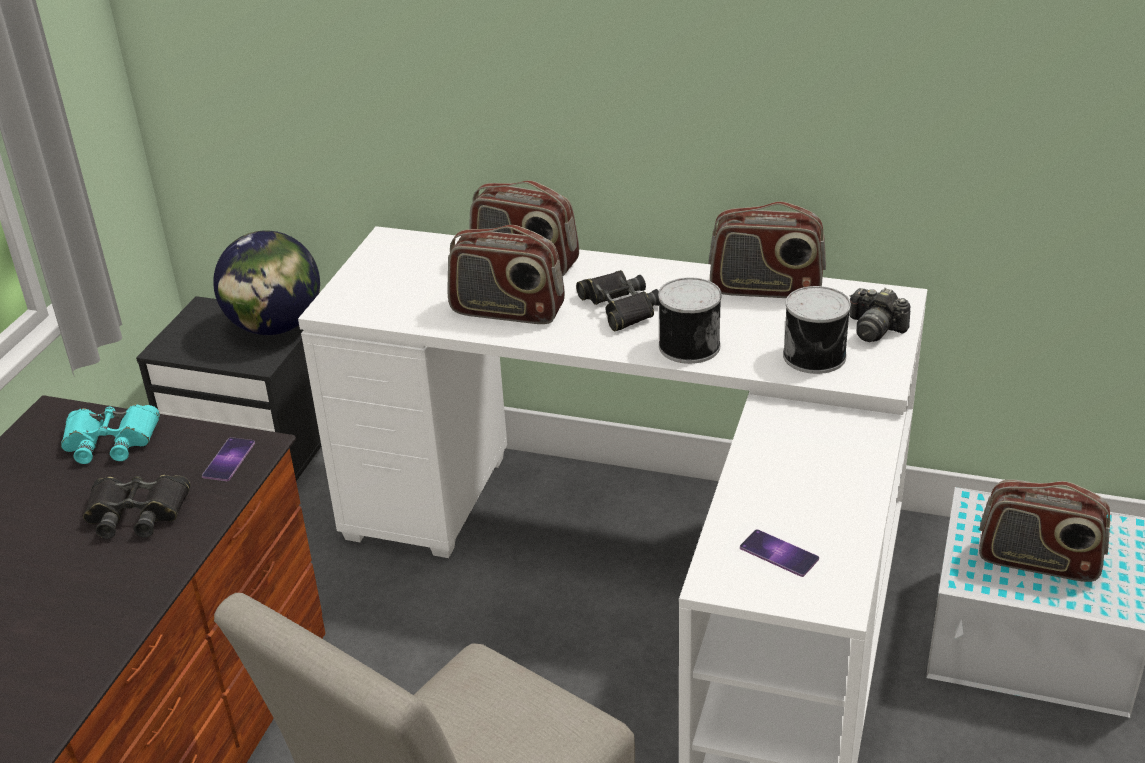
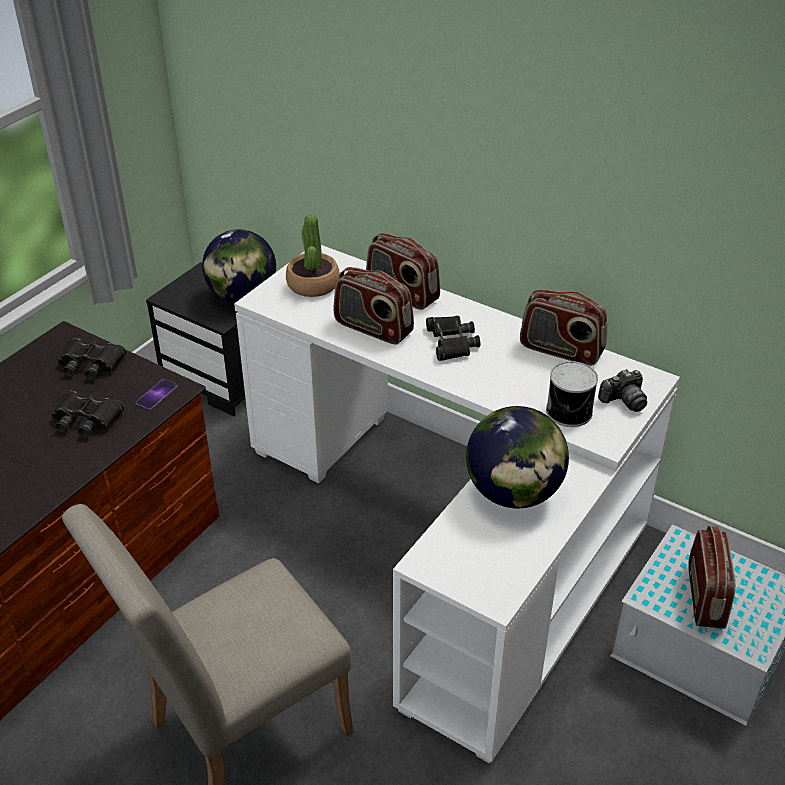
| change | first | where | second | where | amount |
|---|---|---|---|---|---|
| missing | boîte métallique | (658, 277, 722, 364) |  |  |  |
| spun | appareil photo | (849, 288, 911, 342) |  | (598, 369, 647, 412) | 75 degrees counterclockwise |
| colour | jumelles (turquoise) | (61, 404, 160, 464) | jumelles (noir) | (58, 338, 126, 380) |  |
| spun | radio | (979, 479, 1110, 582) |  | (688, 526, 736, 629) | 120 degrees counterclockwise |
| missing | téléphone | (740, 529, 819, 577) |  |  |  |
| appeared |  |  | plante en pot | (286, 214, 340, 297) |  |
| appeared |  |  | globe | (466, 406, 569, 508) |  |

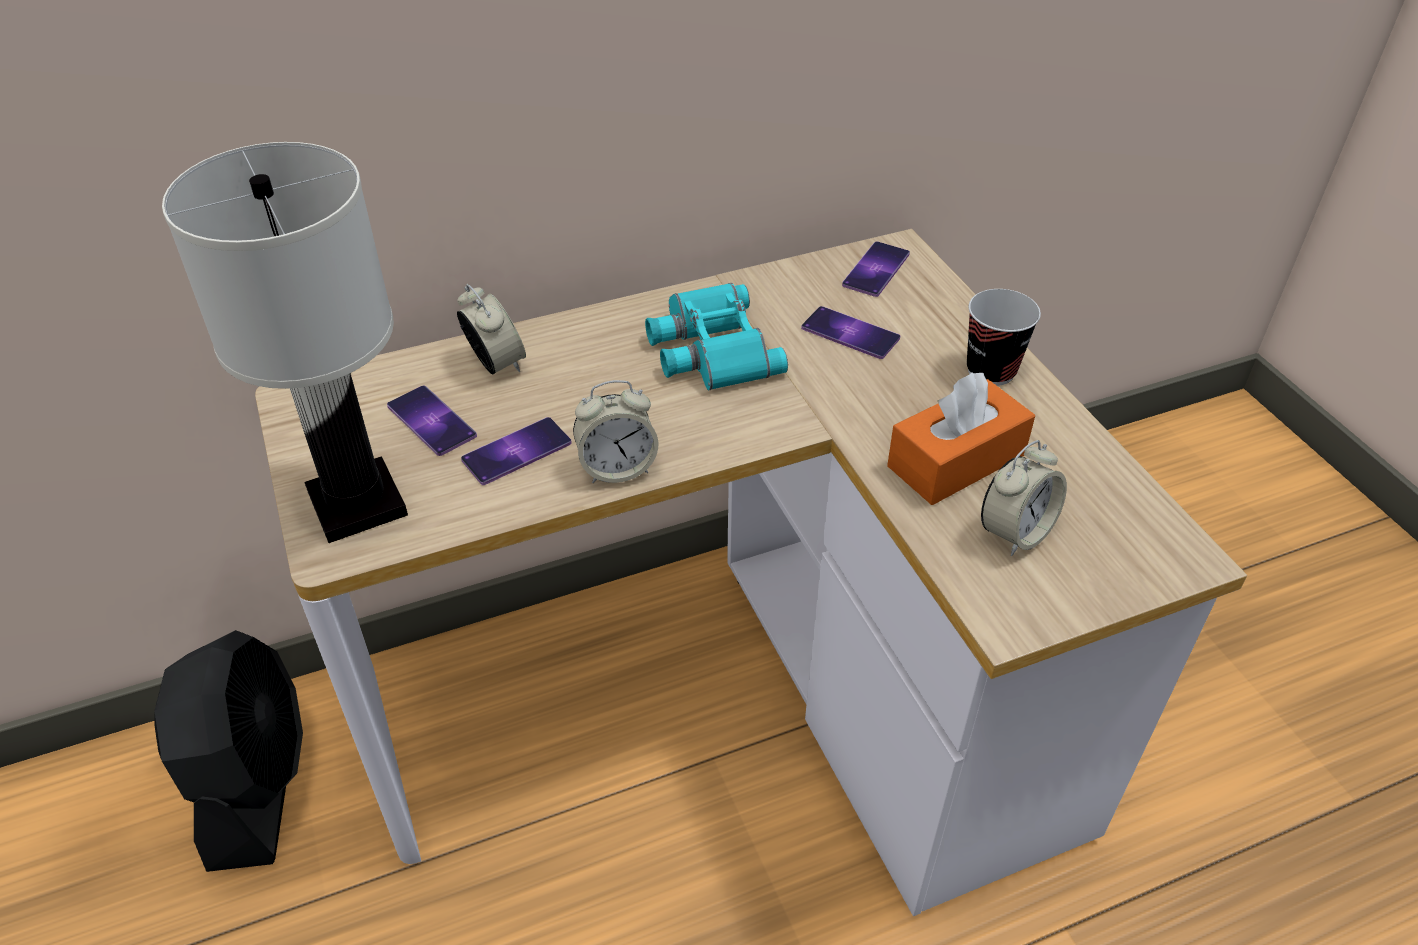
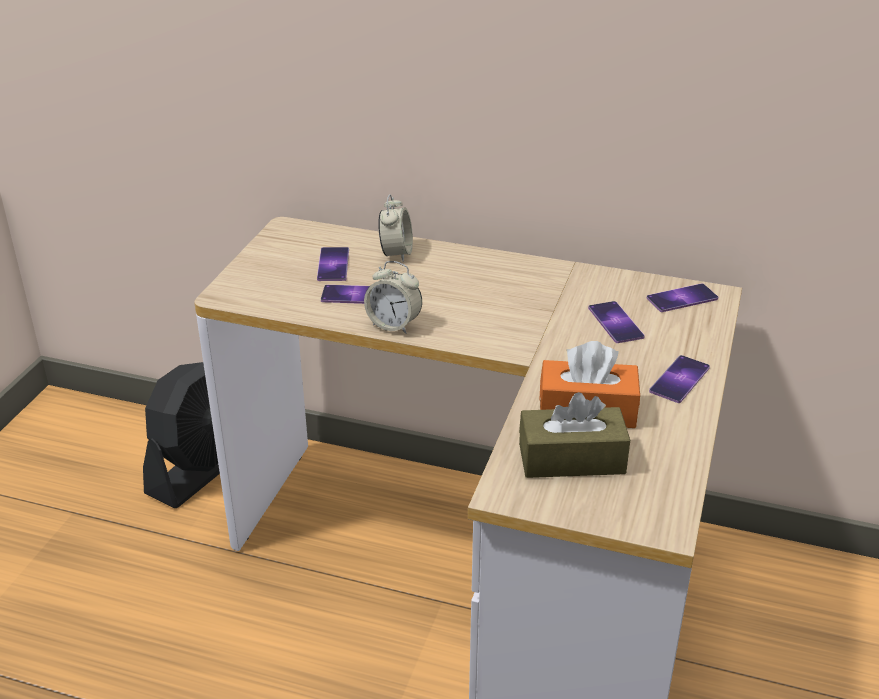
| change | first | where | second | where | amount |
|---|---|---|---|---|---|
| missing | lampe de table (blanc) | (162, 142, 408, 543) |  |  |  |
| missing | jumelles (turquoise) | (645, 283, 788, 390) |  |  |  |
| exchanged | tasse | (967, 289, 1041, 386) | téléphone | (649, 355, 710, 403) |  |
| exchanged | réveil | (981, 440, 1067, 556) | boîte à mouchoirs (marron) | (519, 392, 630, 478) |  |

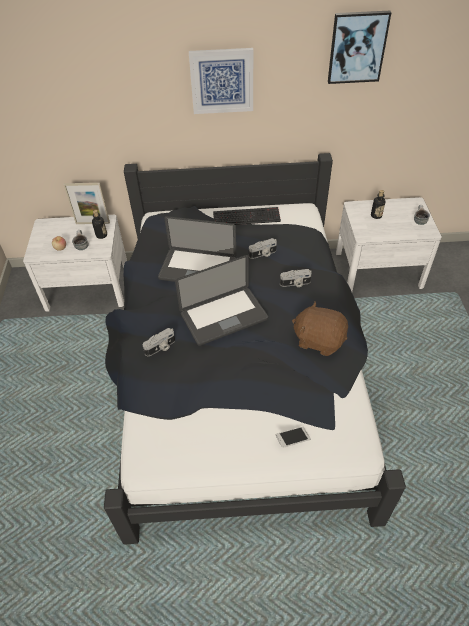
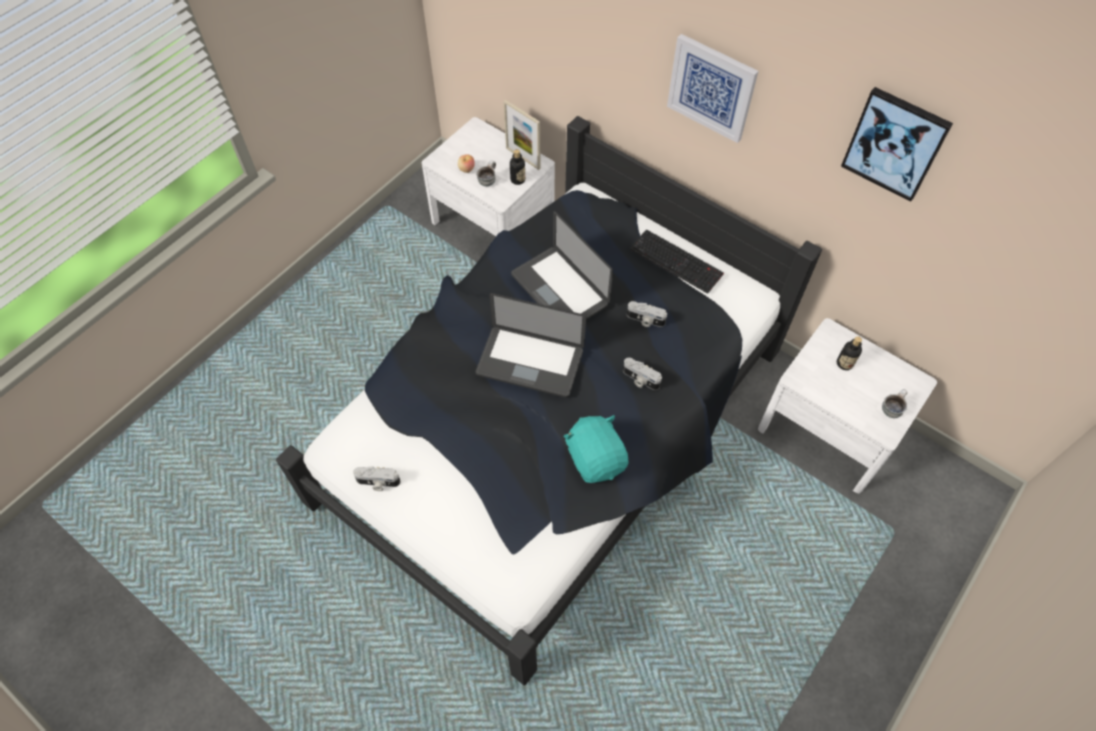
| change | first | where | second | where | amount |
|---|---|---|---|---|---|
| colour | peluche (marron) | (292, 302, 348, 356) | peluche (turquoise) | (563, 415, 628, 483) |  |
| relocated | appareil photo | (143, 328, 175, 356) |  | (353, 466, 401, 491) |  |
| missing | téléphone | (275, 427, 311, 448) |  |  |  |

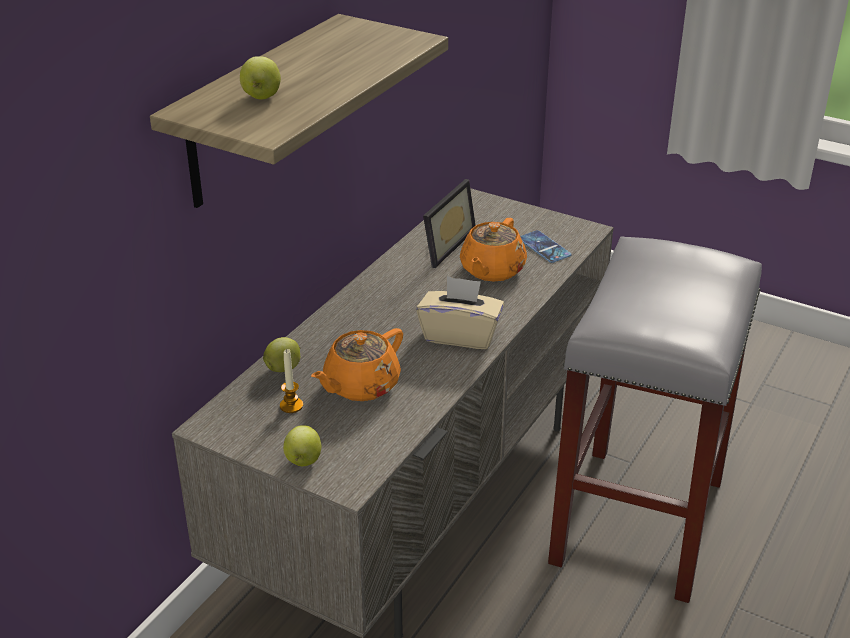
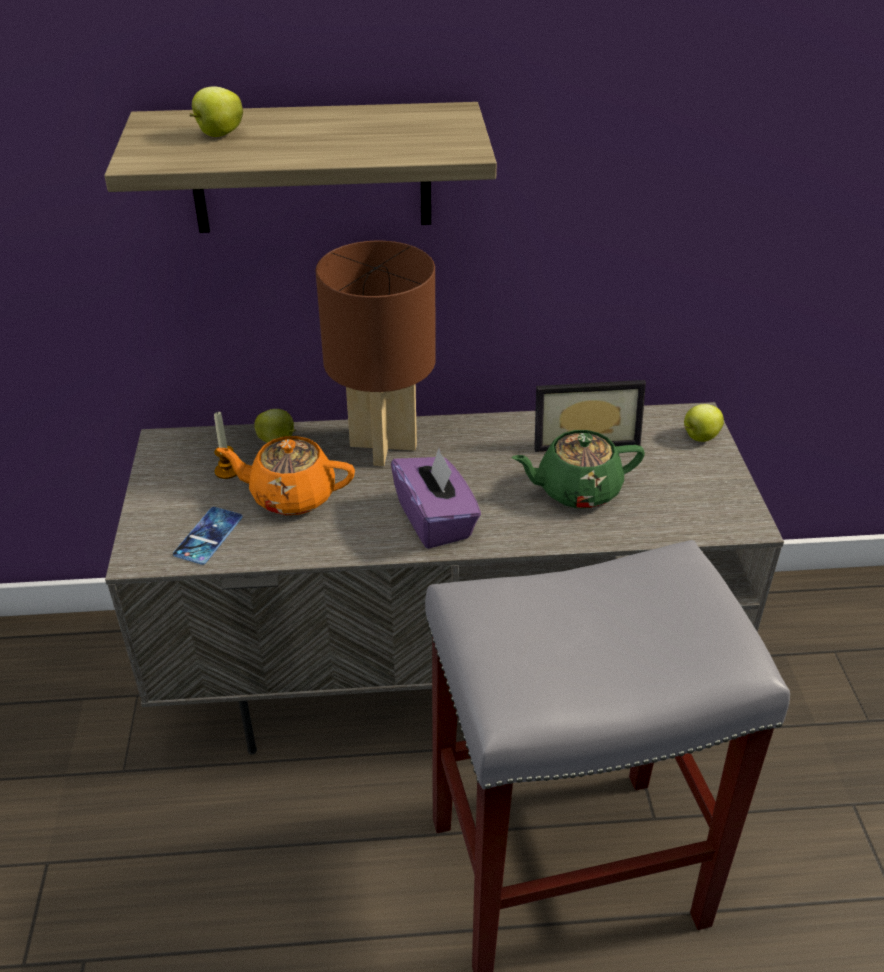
| change | first | where | second | where | amount |
|---|---|---|---|---|---|
| colour | théière (orange) | (460, 218, 527, 282) | théière (vert) | (512, 430, 645, 508) |  |
| relocated | téléphone | (520, 230, 571, 263) |  | (173, 507, 243, 565) |  |
| colour | boîte à mouchoirs (beige) | (416, 276, 504, 349) | boîte à mouchoirs (violet) | (391, 448, 481, 549) |  |
| relocated | pomme | (283, 425, 321, 466) |  | (684, 404, 724, 442) |  |
| appeared |  |  | lampe de table (marron) | (315, 241, 436, 466) |  |

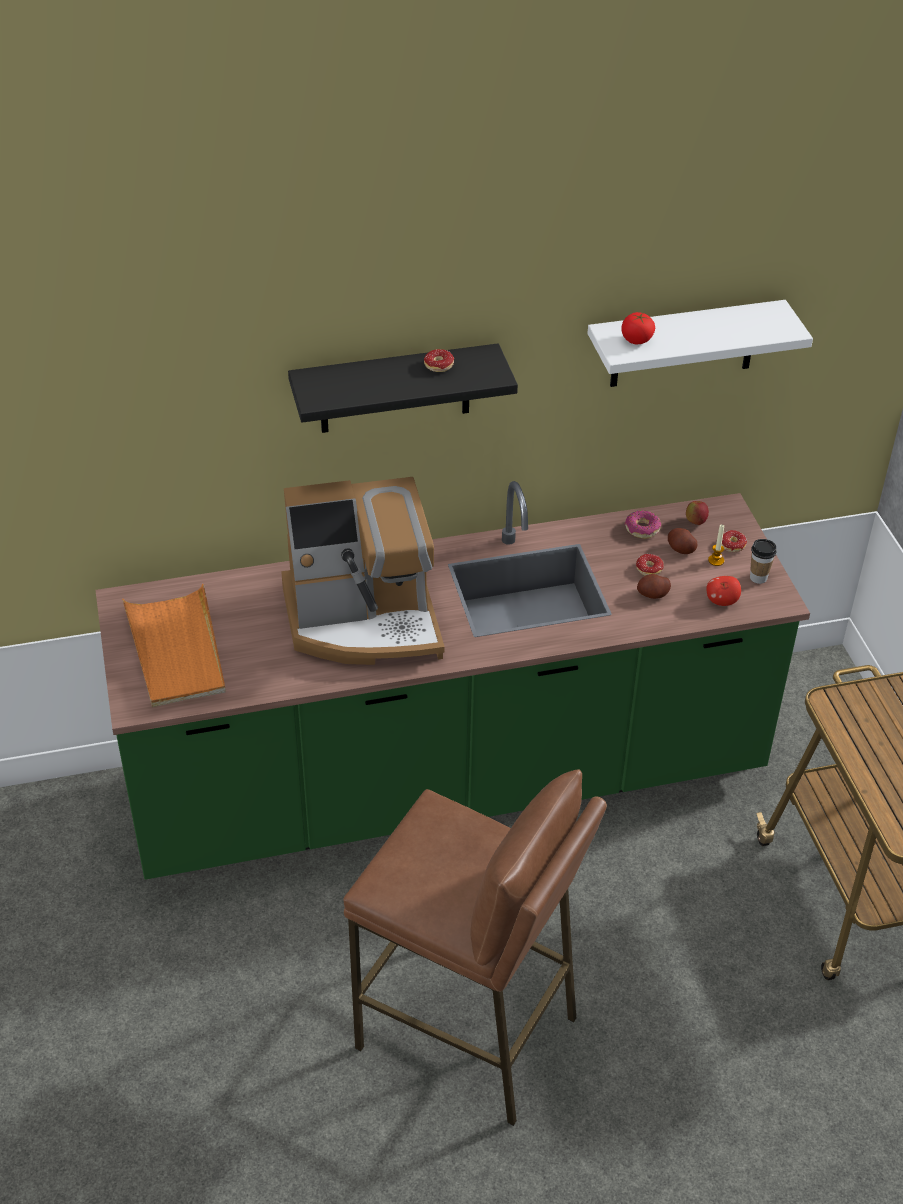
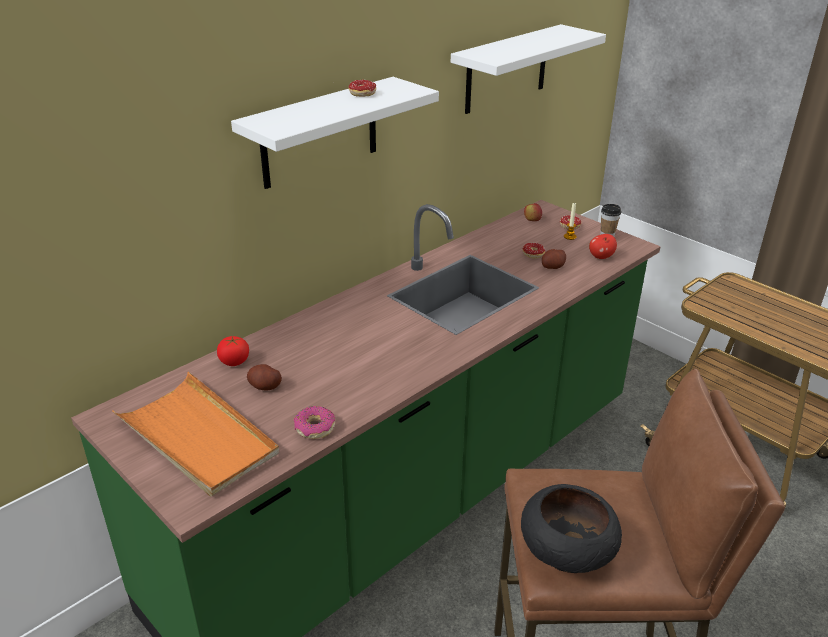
| change | first | where | second | where | amount |
|---|---|---|---|---|---|
| relocated | tomate | (621, 312, 655, 345) |  | (217, 336, 249, 366) |  |
| colour | étagère (noir) | (288, 343, 518, 433) | étagère (blanc) | (231, 77, 439, 189) |  |
| missing | machine à café | (281, 477, 445, 665) |  |  |  |
| relocated | beignet | (625, 510, 661, 539) |  | (294, 406, 335, 439) |  |
| relocated | pomme de terre | (668, 528, 697, 554) |  | (247, 364, 282, 390) |  |
| appeared |  |  | bol (noir) | (521, 484, 622, 573) |  |

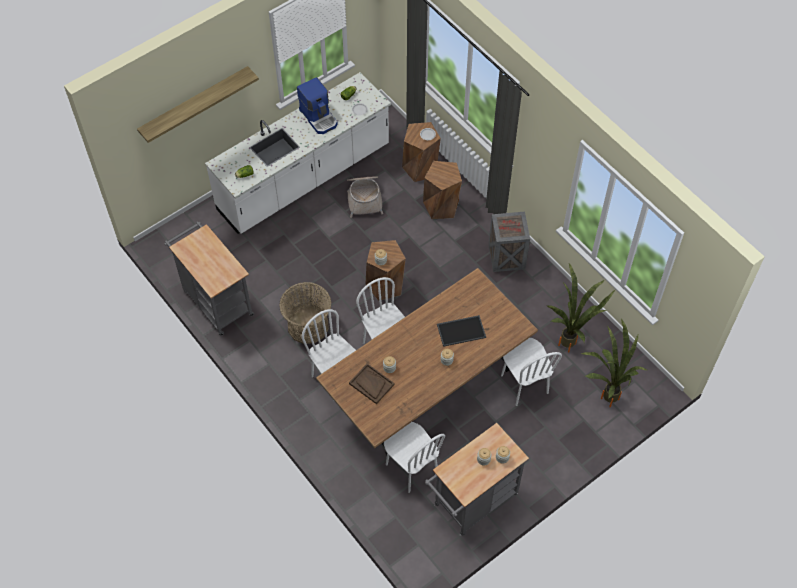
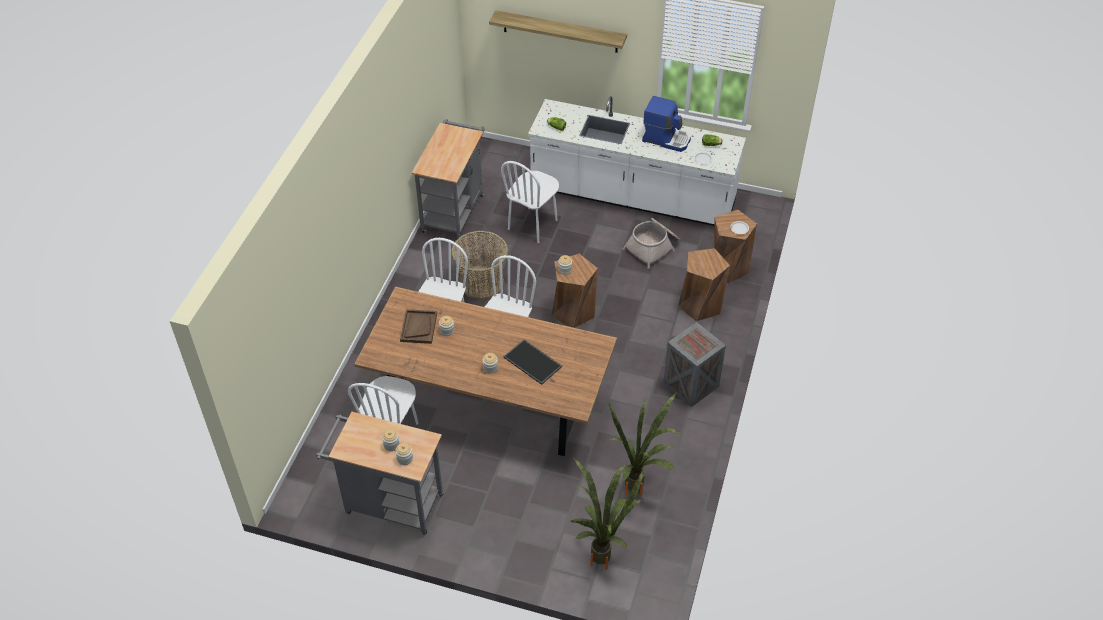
| change | first | where | second | where | amount |
|---|---|---|---|---|---|
| spun | machine à café | (297, 77, 338, 134) |  | (642, 96, 691, 152) | 90 degrees counterclockwise |
| relocated | chaise (blanc) | (501, 338, 562, 406) |  | (501, 161, 559, 243) |  |

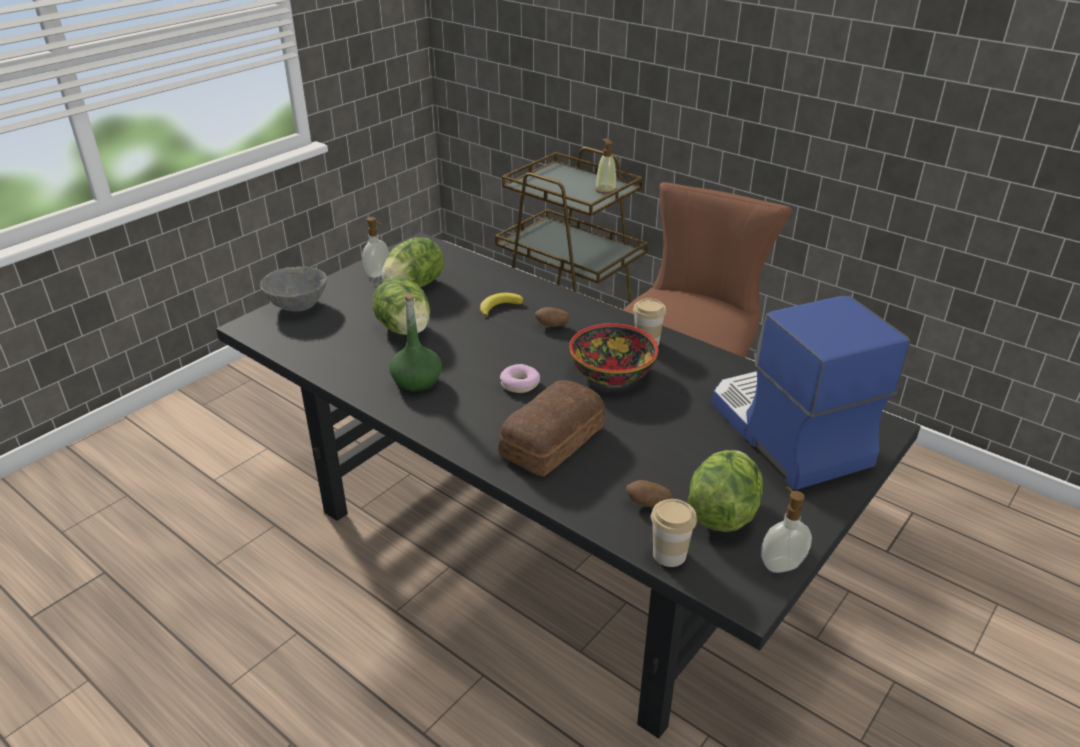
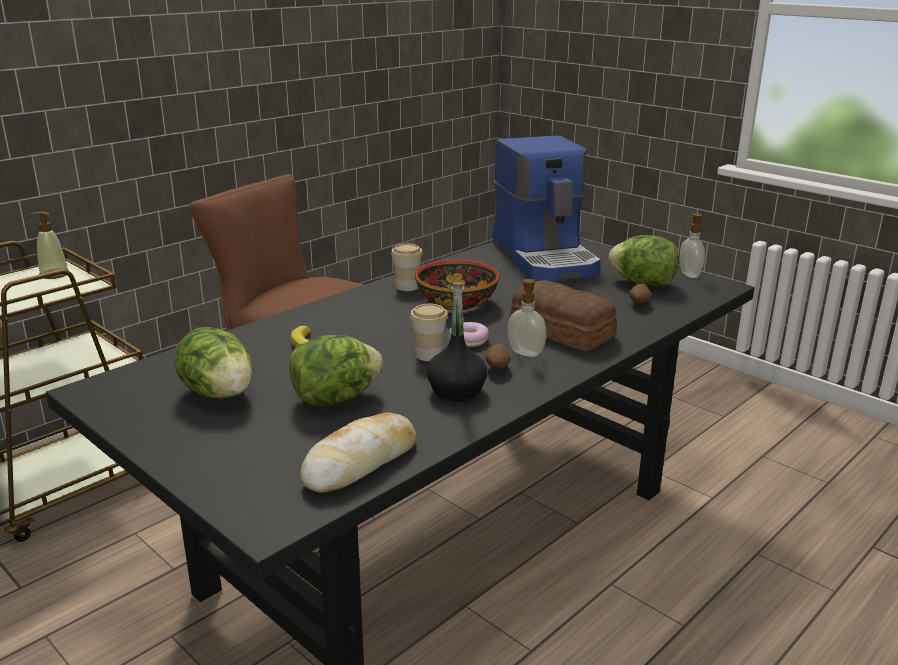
| change | first | where | second | where | amount |
|---|---|---|---|---|---|
| relocated | distributeur de savon | (362, 217, 389, 278) |  | (507, 279, 547, 357) |  |
| missing | bol (gris) | (260, 266, 327, 311) |  |  |  |
| colour | bouteille (vert) | (389, 294, 442, 393) | bouteille (noir) | (426, 282, 488, 401) |  |
| spun | machine à café | (712, 296, 910, 490) |  | (493, 136, 601, 282) | 90 degrees counterclockwise |
| relocated | pomme de terre | (535, 307, 570, 327) |  | (485, 344, 511, 370) |  |
| relocated | tasse | (651, 499, 697, 567) |  | (410, 304, 448, 361) |  |
| appeared |  |  | pain | (301, 413, 416, 493) |  |

